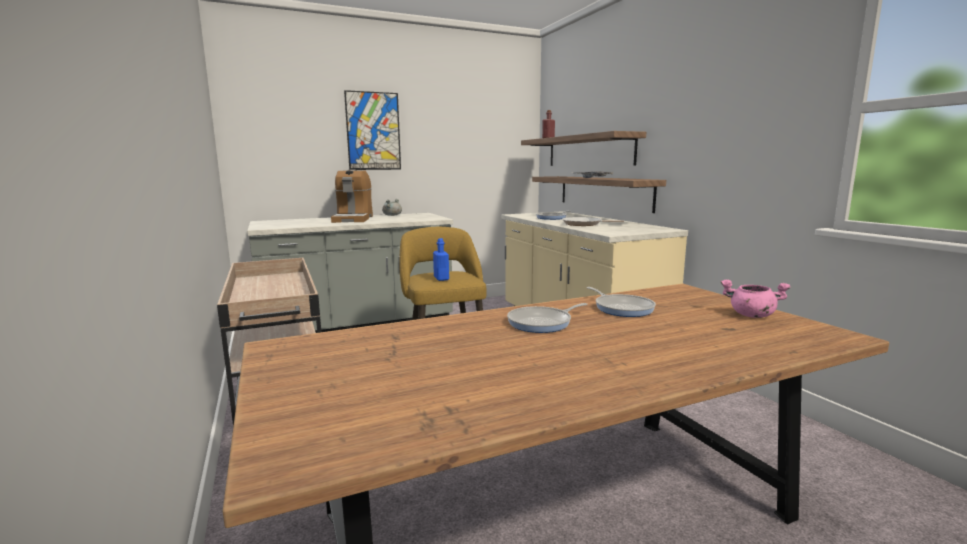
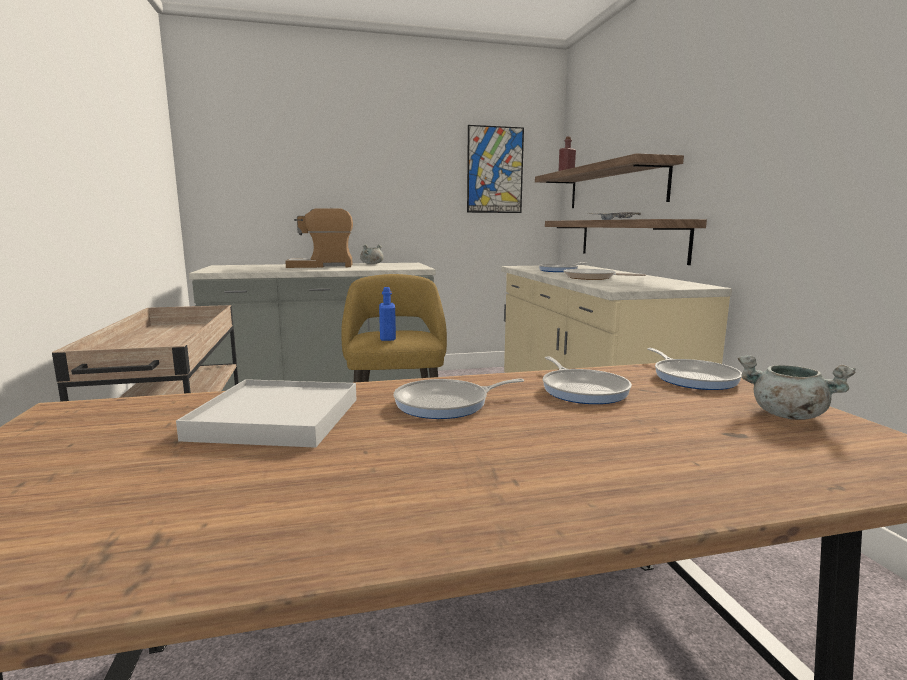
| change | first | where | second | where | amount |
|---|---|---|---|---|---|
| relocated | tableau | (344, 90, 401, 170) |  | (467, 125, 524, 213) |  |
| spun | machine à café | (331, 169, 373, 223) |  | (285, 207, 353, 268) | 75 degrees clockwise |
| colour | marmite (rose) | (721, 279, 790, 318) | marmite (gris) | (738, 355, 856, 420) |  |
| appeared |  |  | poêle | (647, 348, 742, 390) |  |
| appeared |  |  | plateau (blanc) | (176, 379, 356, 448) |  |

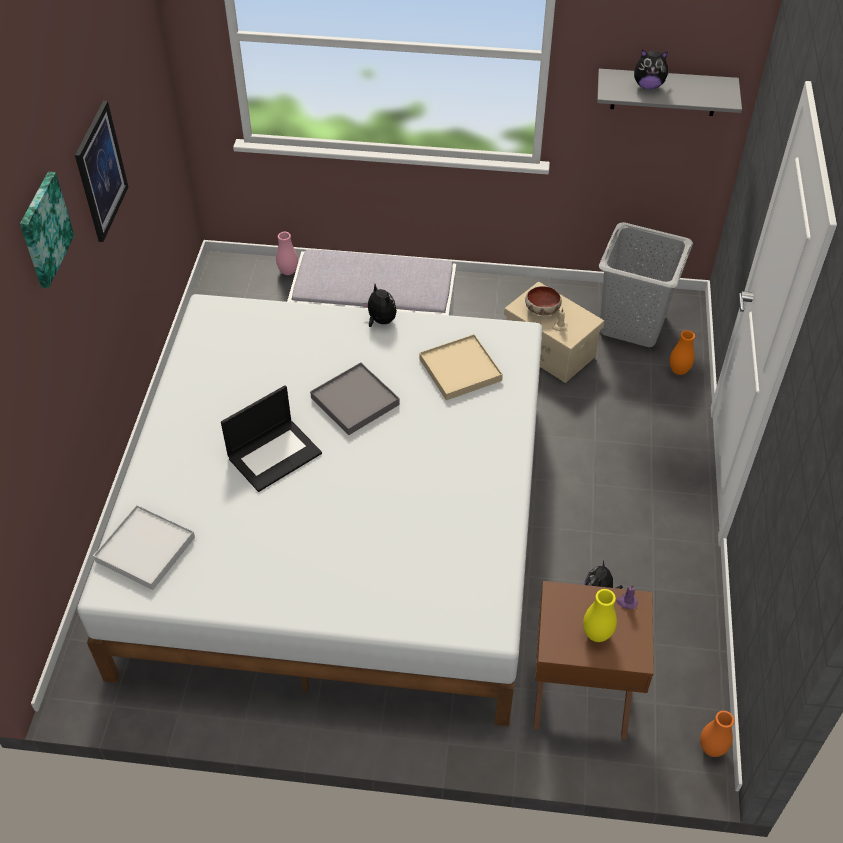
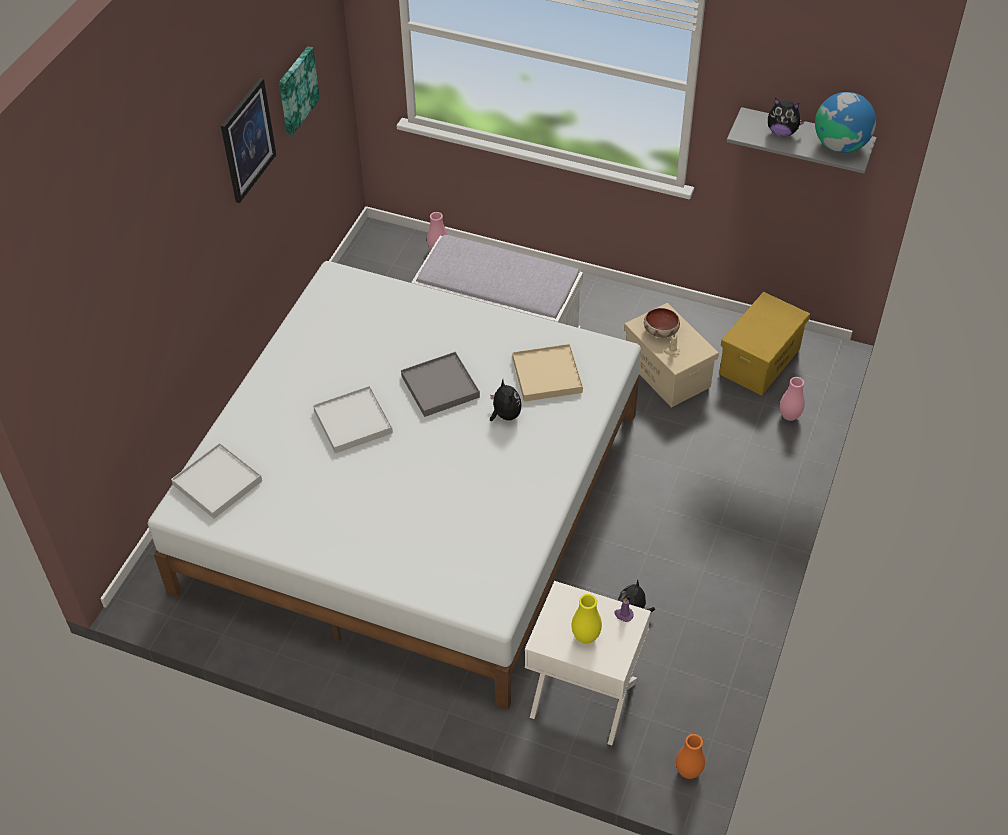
| change | first | where | second | where | amount |
|---|---|---|---|---|---|
| relocated | tableau | (20, 172, 75, 288) |  | (279, 46, 320, 135) |  |
| exchanged | panier à linge (gris) | (599, 222, 693, 347) | boîte de rangement (jaune) | (719, 292, 810, 396) |  |
| relocated | peluche | (363, 284, 397, 327) |  | (490, 380, 522, 421) |  |
| colour | vase (orange) | (670, 330, 695, 375) | vase (rose) | (780, 377, 805, 421) |  |
| exchanged | ordinateur portable | (221, 385, 322, 492) | plateau (blanc) | (313, 386, 393, 453) |  |
| colour | table de chevet (marron) | (534, 581, 654, 739) | table de chevet (blanc) | (525, 581, 651, 745) |  |
| appeared |  |  | globe | (815, 92, 876, 153) |  |

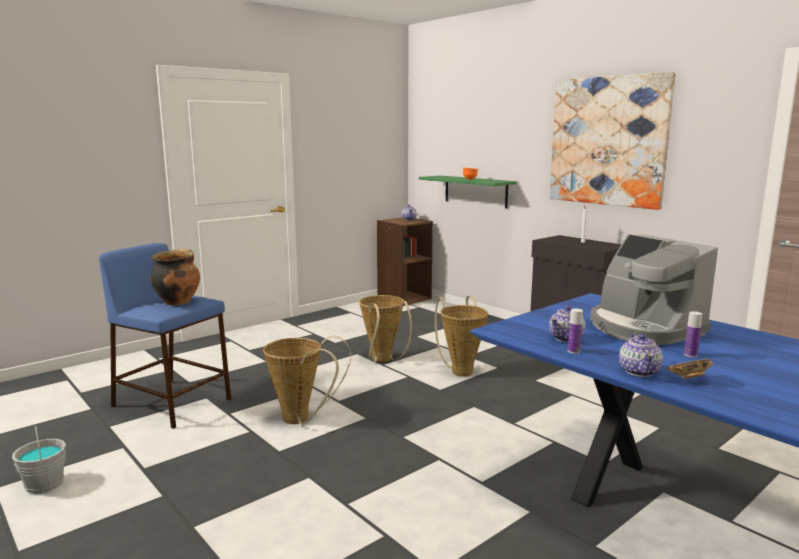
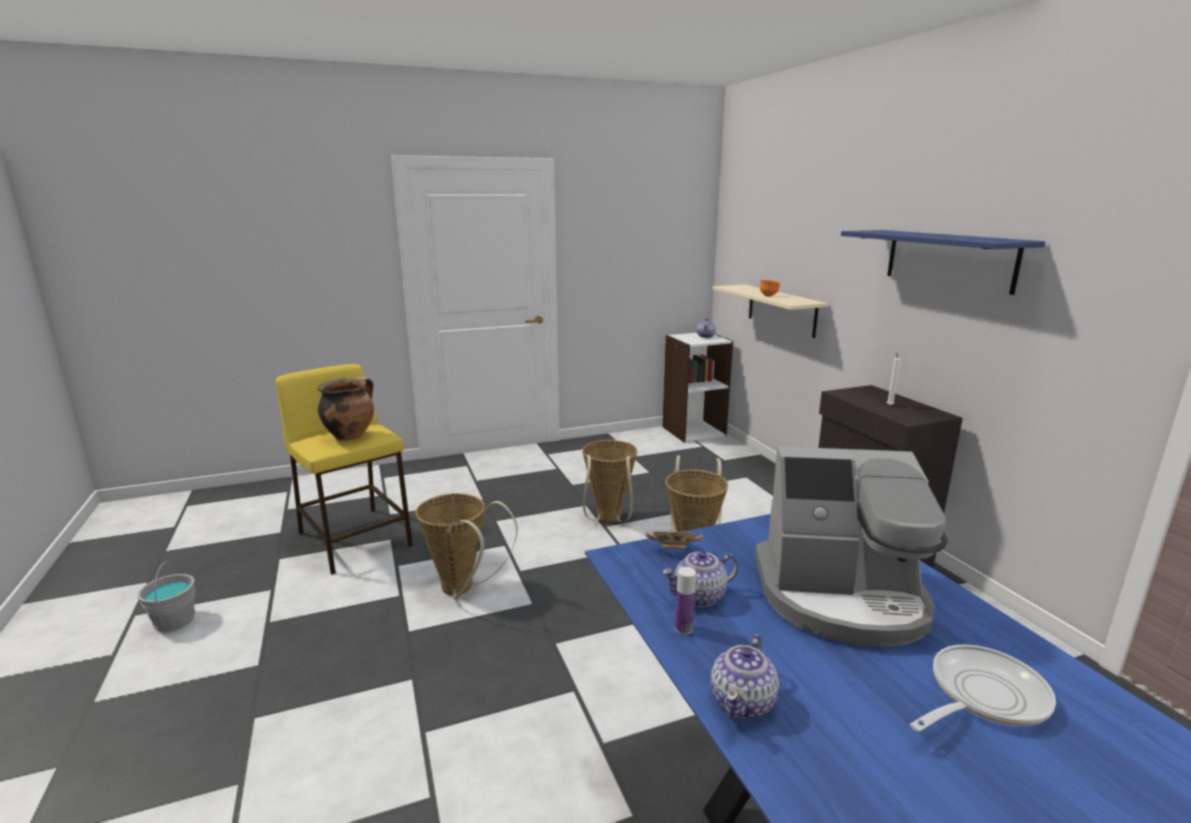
| change | first | where | second | where | amount |
|---|---|---|---|---|---|
| exchanged | tableau | (550, 72, 676, 210) | étagère (bleu) | (841, 230, 1045, 295) |  |
| colour | étagère (vert) | (418, 176, 517, 209) | étagère (beige) | (713, 285, 829, 338) |  |
| colour | bibliothèque (marron) | (377, 218, 433, 306) | bibliothèque (blanc) | (662, 333, 733, 442) |  |
| spun | machine à café | (590, 234, 718, 345) |  | (755, 446, 948, 647) | 75 degrees counterclockwise |
| colour | tabouret (bleu) | (99, 243, 231, 429) | tabouret (jaune) | (275, 364, 413, 574) |  |
| missing | bouteille | (684, 311, 702, 357) |  |  |  |
| relocated | bol | (667, 359, 713, 379) |  | (645, 532, 703, 549) |  |
| appeared |  |  | poêle | (910, 644, 1056, 732) |  |

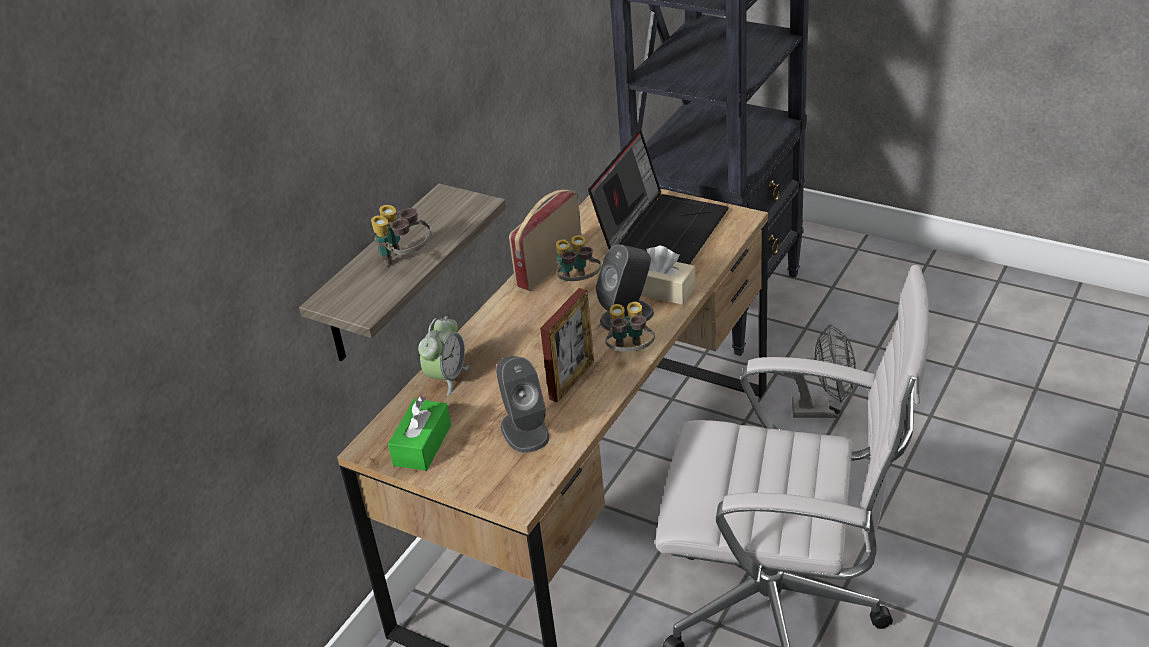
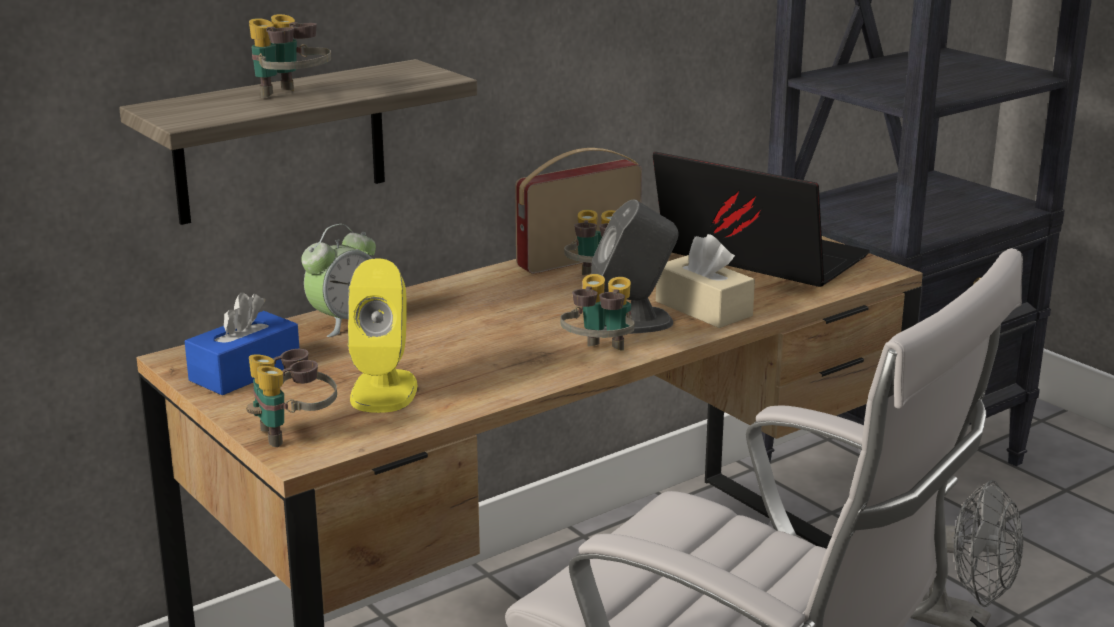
| change | first | where | second | where | amount |
|---|---|---|---|---|---|
| spun | ordinateur portable | (588, 130, 729, 265) |  | (653, 152, 870, 287) | 105 degrees counterclockwise |
| missing | cadre photo | (540, 288, 594, 403) |  |  |  |
| colour | enceinte (gris) | (496, 356, 549, 453) | enceinte (jaune) | (348, 258, 417, 413) |  |
| colour | boîte à mouchoirs (vert) | (388, 396, 451, 471) | boîte à mouchoirs (bleu) | (185, 293, 300, 395) |  |
| appeared |  |  | jumelles | (246, 349, 337, 447) |  |

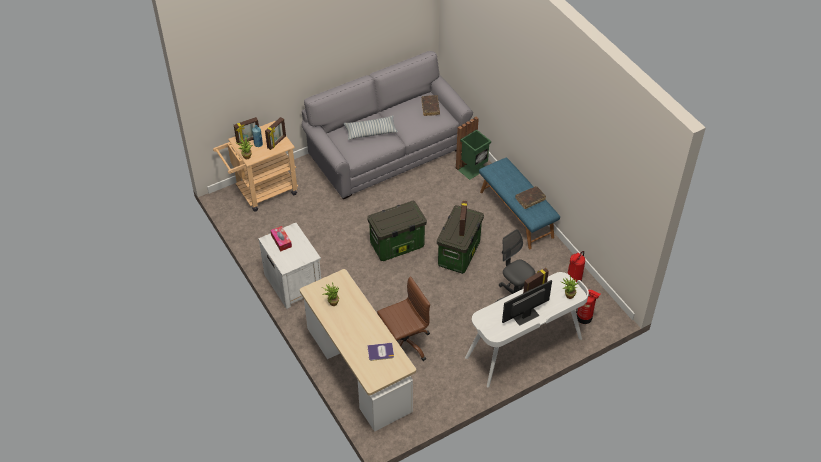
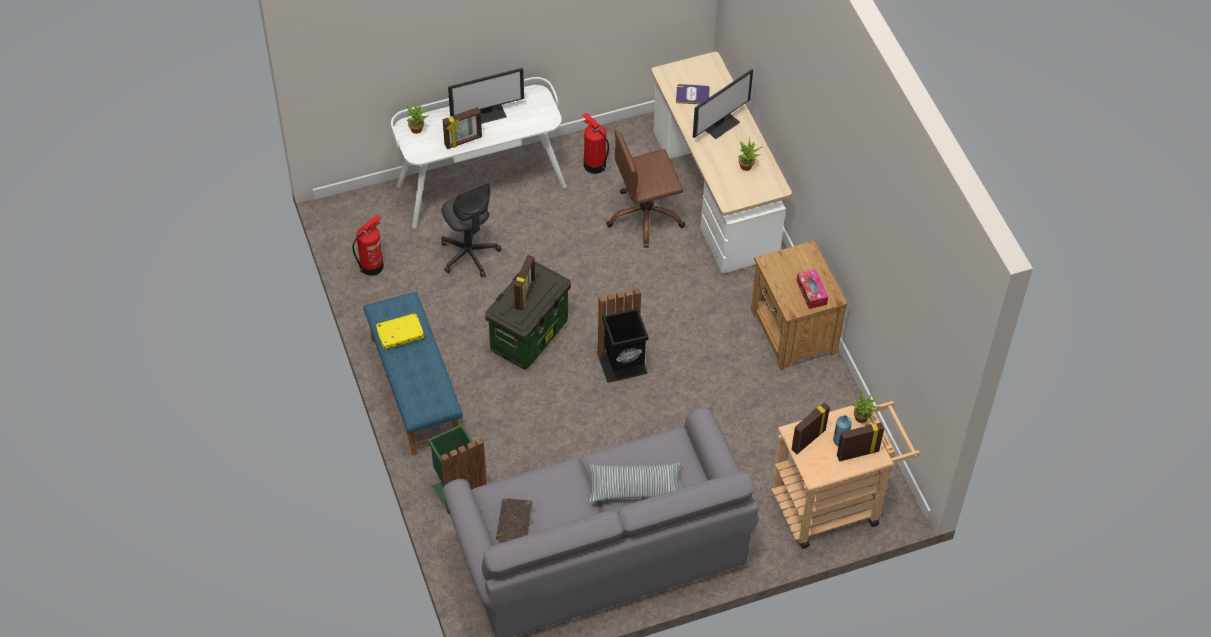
| change | first | where | second | where | amount |
|---|---|---|---|---|---|
| colour | livre (marron) | (515, 186, 546, 209) | livre (jaune) | (376, 313, 424, 349) |  |
| exchanged | boîte de rangement | (367, 201, 427, 261) | poubelle (noir) | (597, 288, 649, 383) |  |
| colour | table de chevet (blanc) | (258, 223, 321, 309) | table de chevet (marron) | (751, 241, 847, 370) |  |
| relocated | extincteur | (576, 289, 601, 324) |  | (582, 113, 609, 174) |  |
| appeared |  |  | écran d'ordinateur | (693, 69, 753, 139) |  |

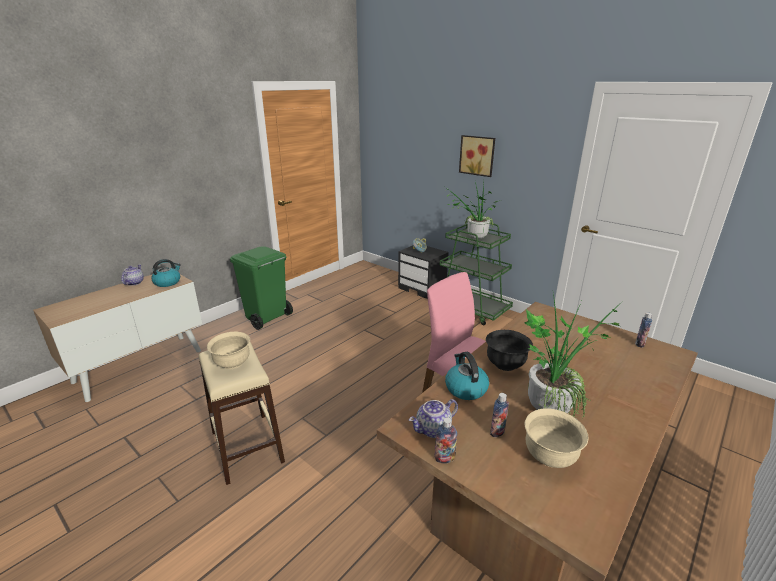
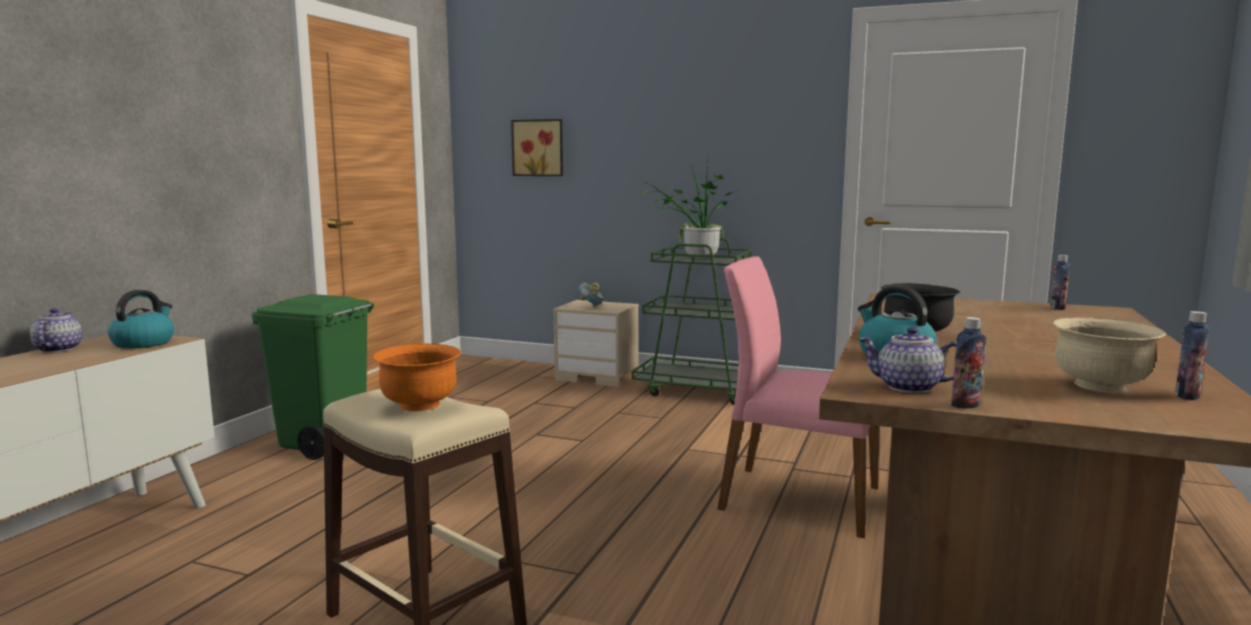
| change | first | where | second | where | amount |
|---|---|---|---|---|---|
| relocated | tableau | (459, 135, 495, 177) |  | (511, 119, 563, 176) |  |
| colour | table de chevet (noir) | (398, 246, 449, 299) | table de chevet (beige) | (553, 300, 639, 387) |  |
| missing | plante en pot | (525, 293, 620, 419) |  |  |  |
| colour | bol (beige) | (207, 331, 250, 369) | bol (orange) | (373, 344, 461, 411) |  |
| relocated | bouteille | (490, 393, 509, 437) |  | (1175, 311, 1209, 400) |  |
| spun | théière | (409, 399, 458, 438) |  | (858, 327, 956, 393) | 75 degrees clockwise |

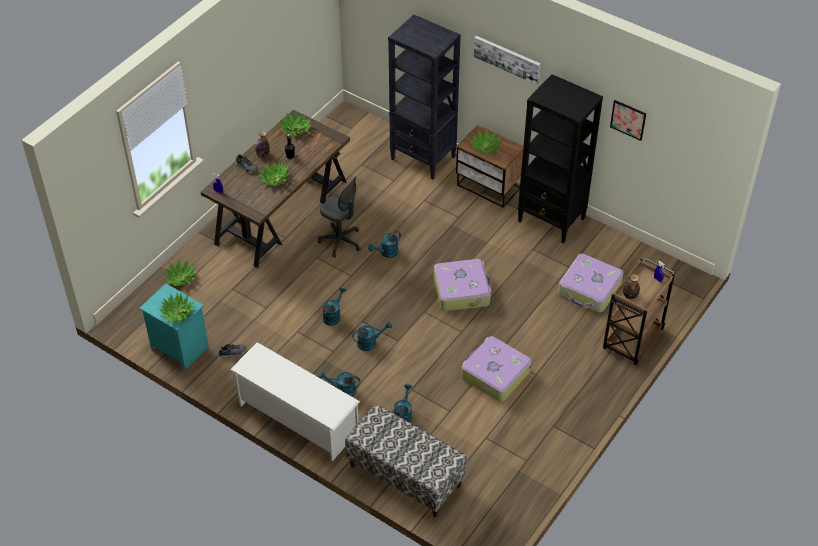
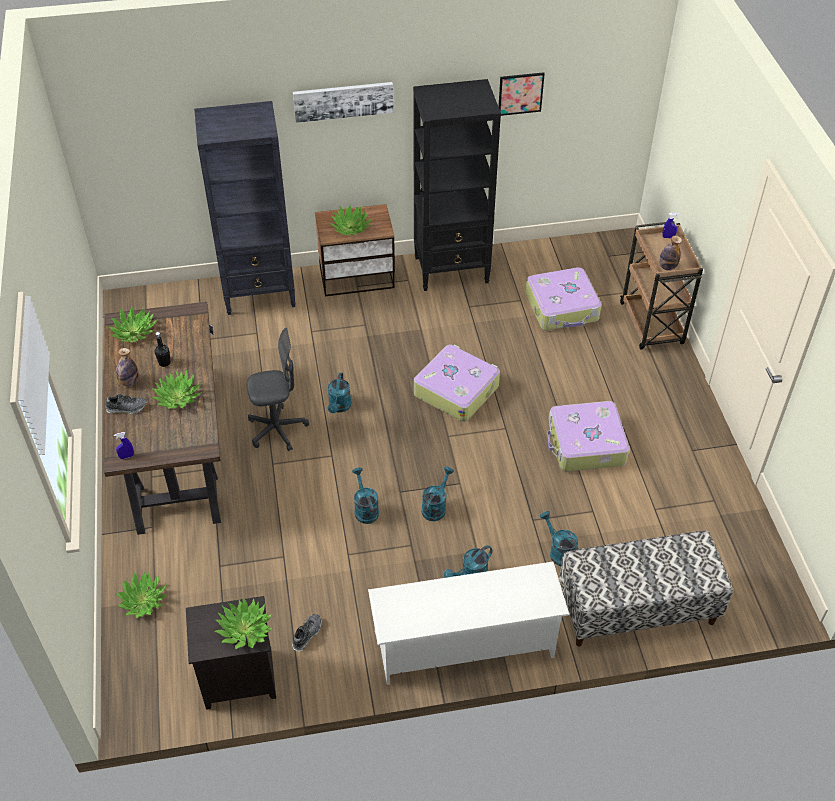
| change | first | where | second | where | amount |
|---|---|---|---|---|---|
| colour | table de chevet (turquoise) | (139, 284, 209, 370) | table de chevet (noir) | (186, 596, 276, 710) |  |

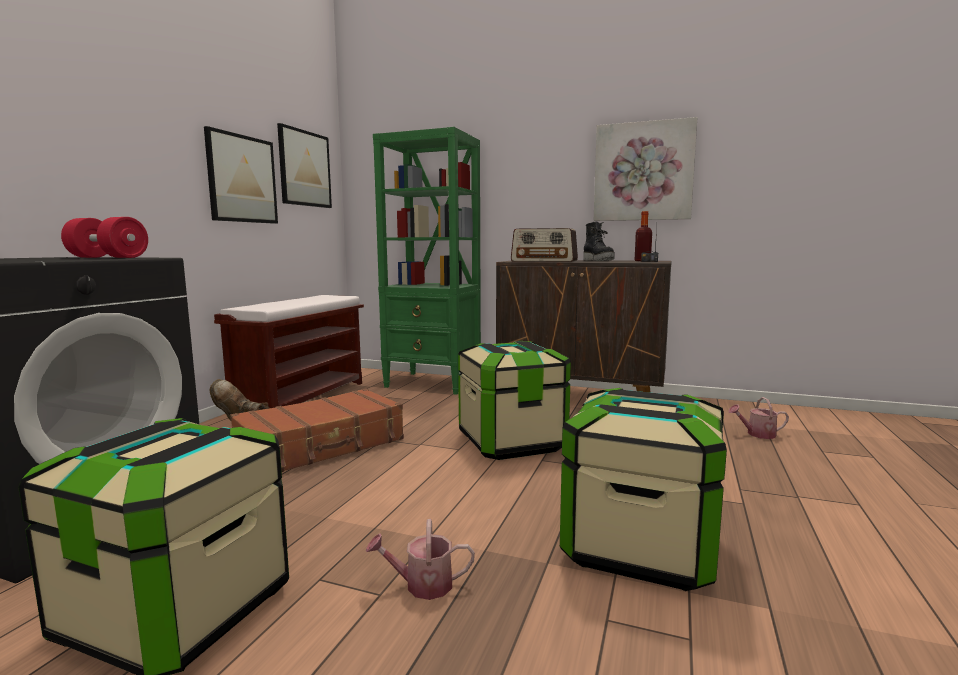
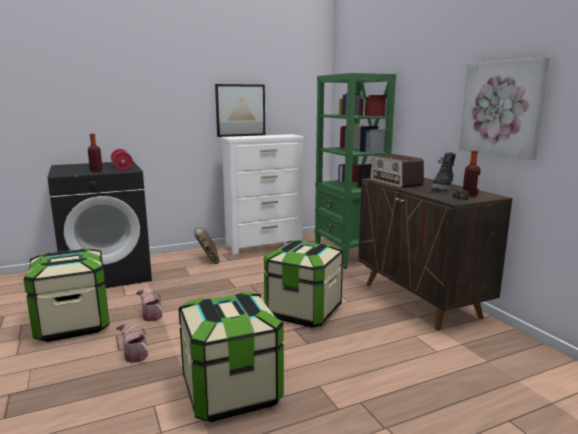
| change | first | where | second | where | amount |
|---|---|---|---|---|---|
| missing | tableau | (277, 123, 332, 208) |  |  |  |
| exchanged | banc (marron) | (214, 295, 364, 408) | commode (blanc) | (221, 134, 303, 255) |  |
| missing | valise (marron) | (230, 389, 404, 472) |  |  |  |
| relocated | arrosoir | (728, 397, 789, 439) |  | (136, 290, 162, 322) |  |
| appeared |  |  | bouteille | (88, 134, 103, 172) |  |

